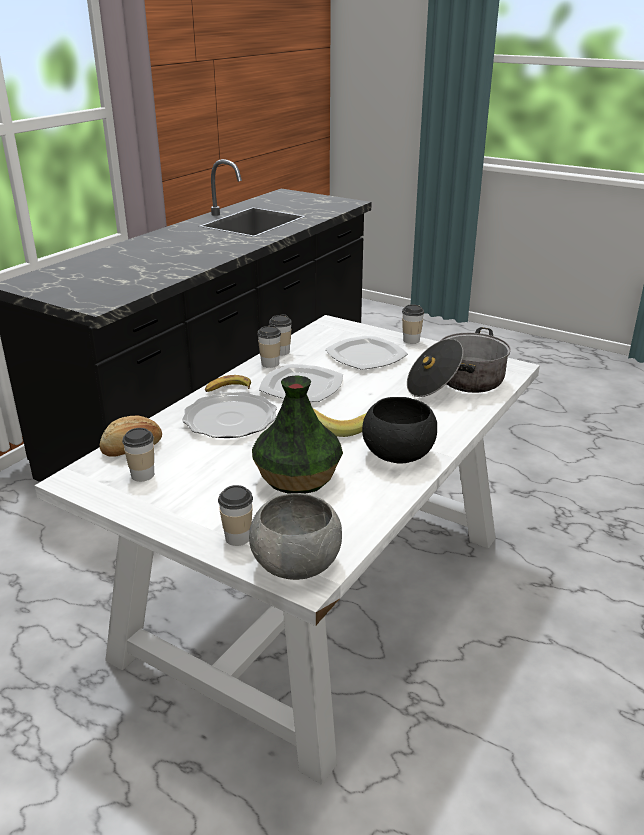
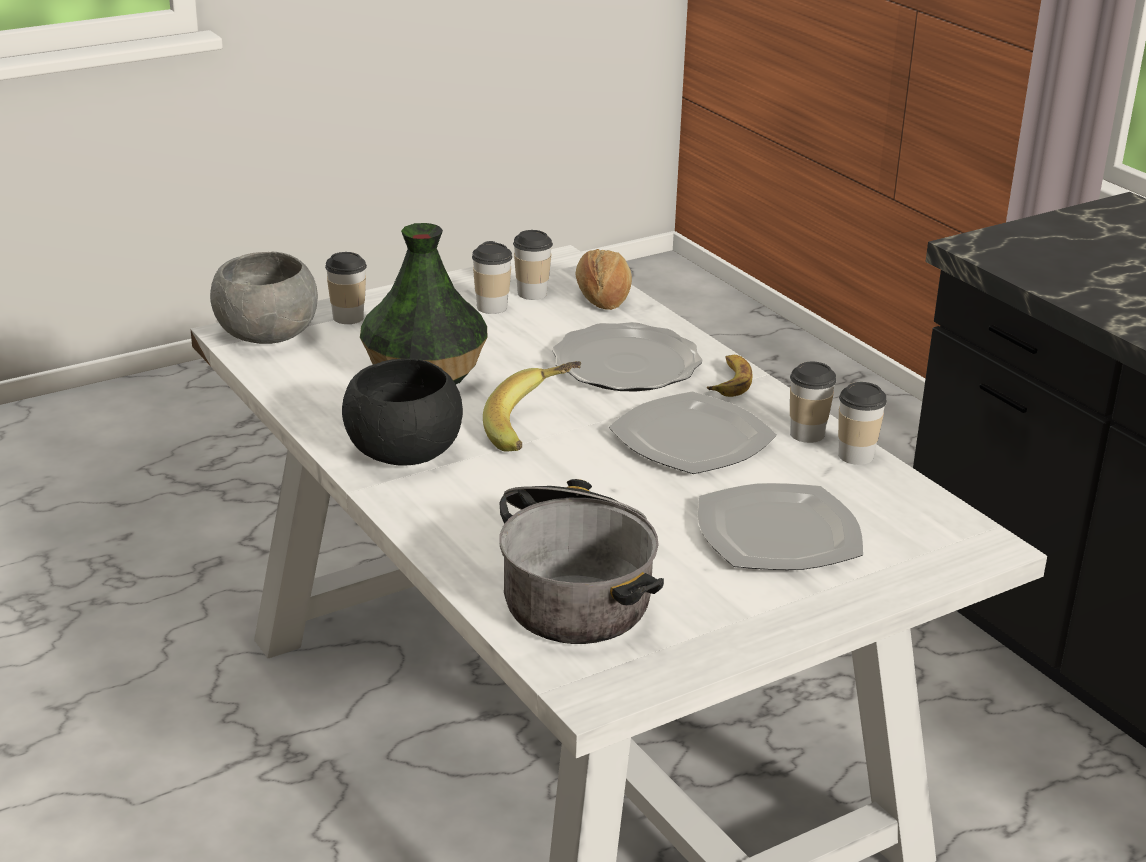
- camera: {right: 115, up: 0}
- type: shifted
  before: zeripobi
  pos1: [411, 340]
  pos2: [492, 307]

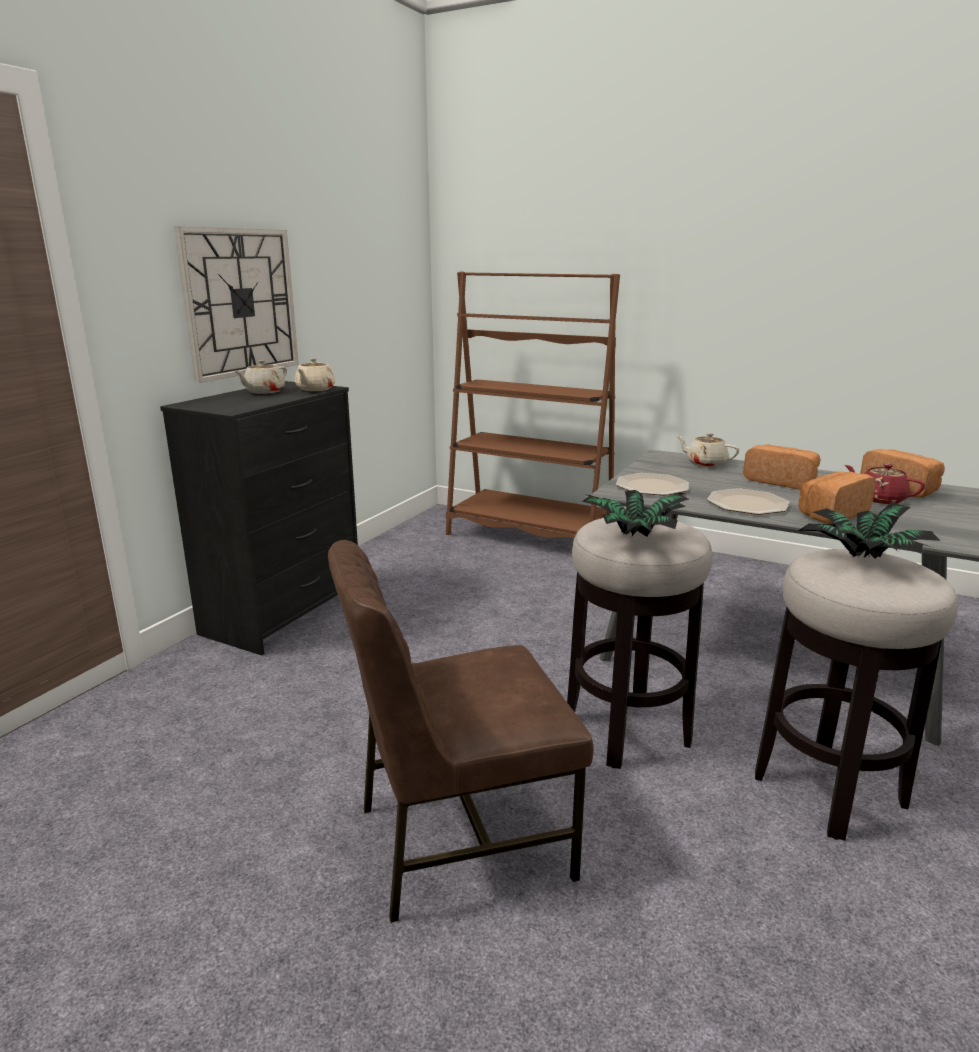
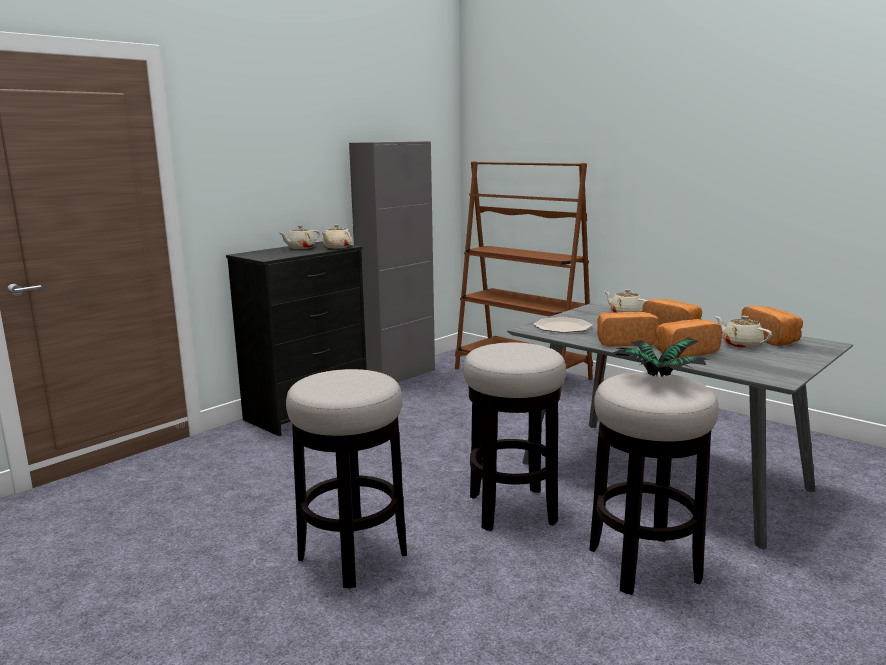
- camera: {right: 15, up: -5}
- type: gone
  before: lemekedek
  pos1: [240, 302]
- type: gone
  before: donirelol
  pos1: [633, 539]
- type: new
  after: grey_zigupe
  pos2: [398, 376]
- type: swapped
  before: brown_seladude
  after: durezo
  pos1: [459, 840]
  pos2: [352, 555]
- type: swapped
  before: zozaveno
  after: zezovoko
  pos1: [748, 504]
  pos2: [625, 342]
- type: repainted
  before: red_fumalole
  after: beige_fumalole
  pos1: [880, 499]
  pos2: [741, 345]

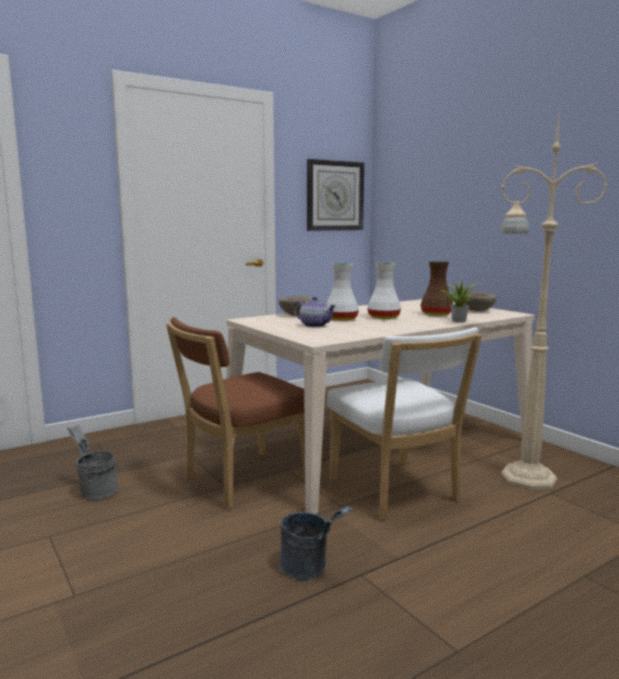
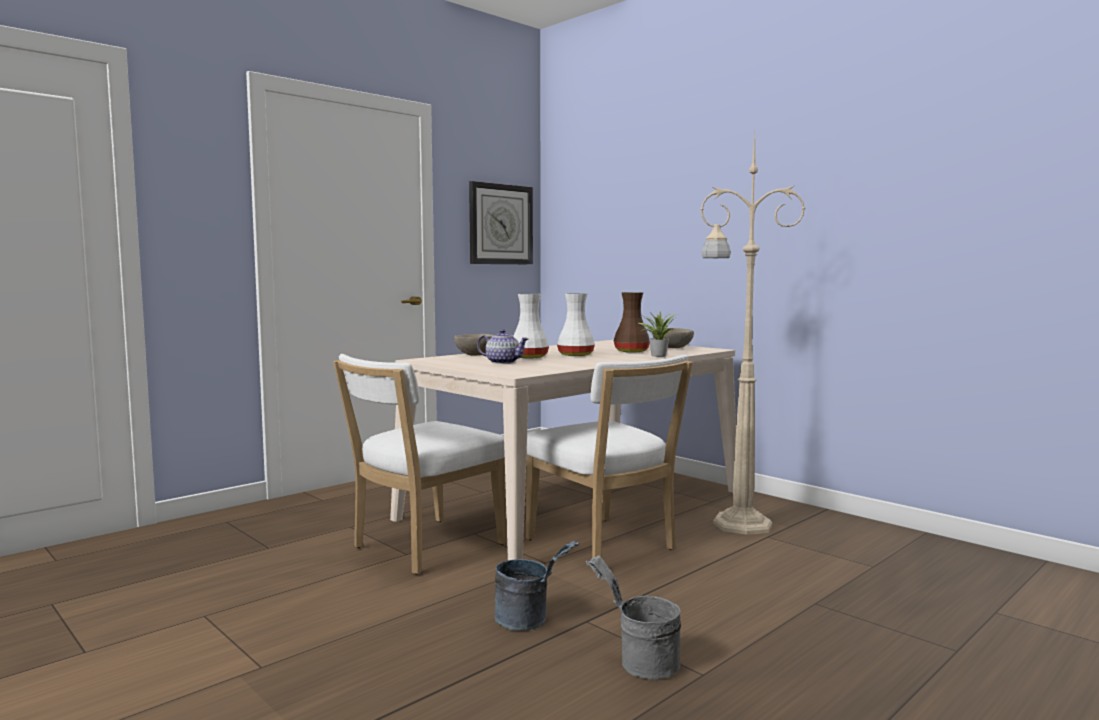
- camera: {right: -10, up: -5}
- type: shifted
  before: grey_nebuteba
  pos1: [95, 490]
  pos2: [639, 662]
- type: repainted
  before: brown_seladude
  after: white_seladude
  pos1: [241, 481]
  pos2: [423, 547]

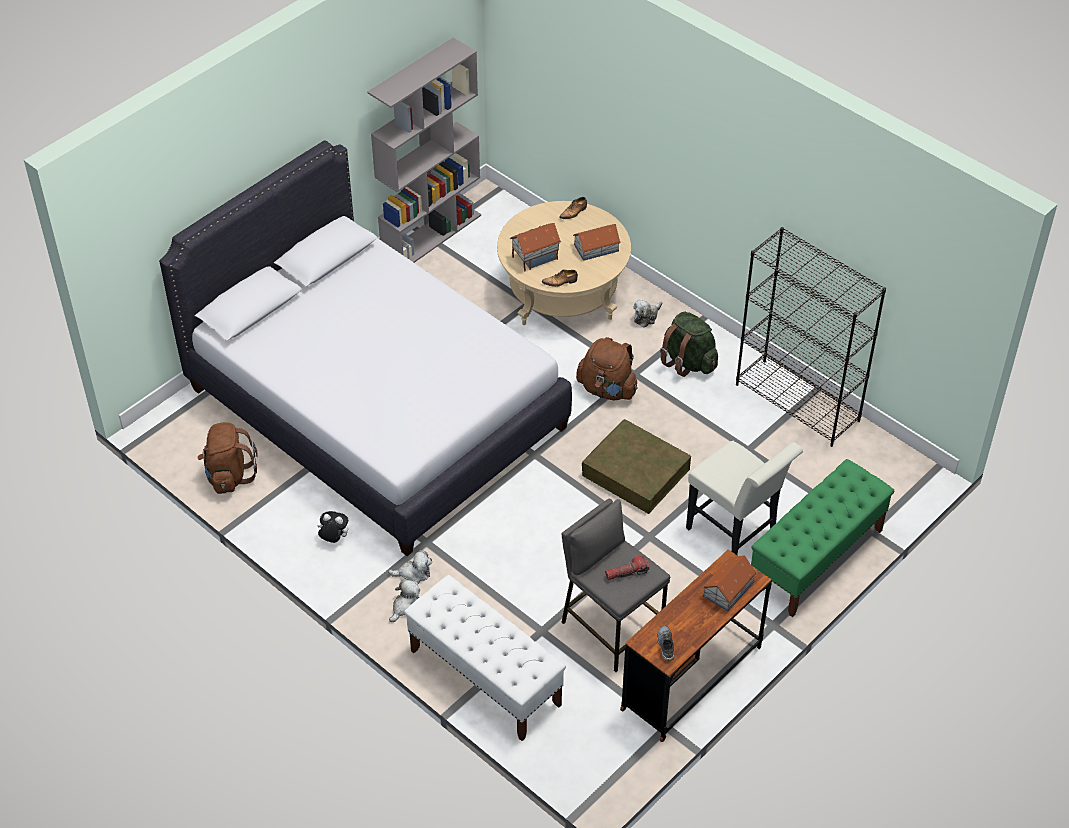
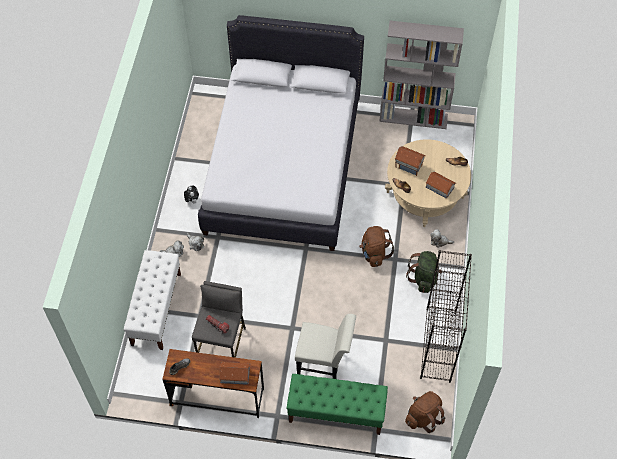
- camera: {right: 55, up: 10}
- type: gone
  before: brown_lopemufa
  pos1: [636, 472]
- type: shifted
  before: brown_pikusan
  pos1: [229, 475]
  pos2: [423, 417]
- type: rotated
  before: white_seladude
  pos1: [736, 533]
  pos2: [324, 365]
  turn: -90

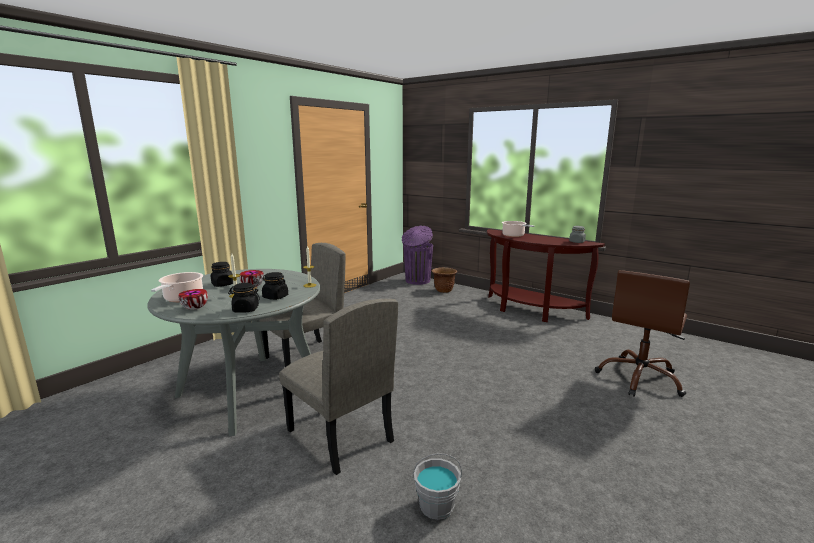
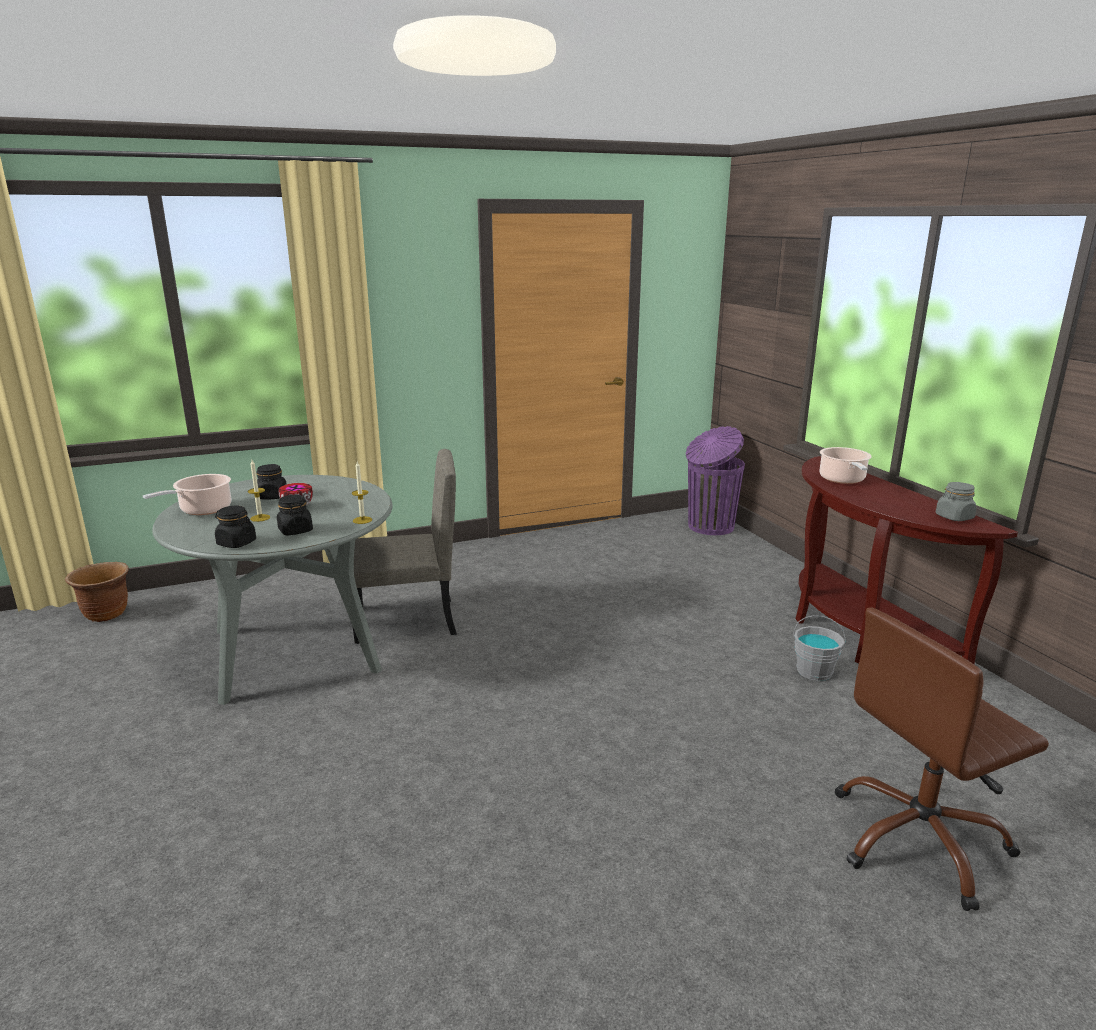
- camera: {right: 30, up: 5}
- type: gone
  before: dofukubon
  pos1: [195, 308]
- type: gone
  before: beige_seladude
  pos1: [339, 436]
- type: shifted
  before: grey_nebuteba
  pos1: [436, 505]
  pos2: [814, 671]
- type: shifted
  before: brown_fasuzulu
  pos1: [443, 290]
  pos2: [106, 614]

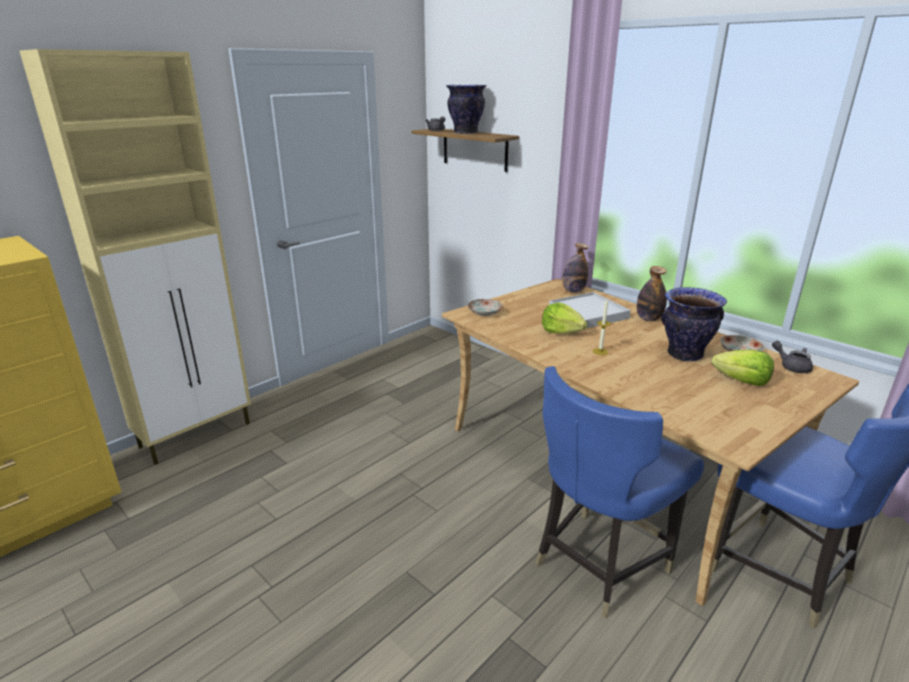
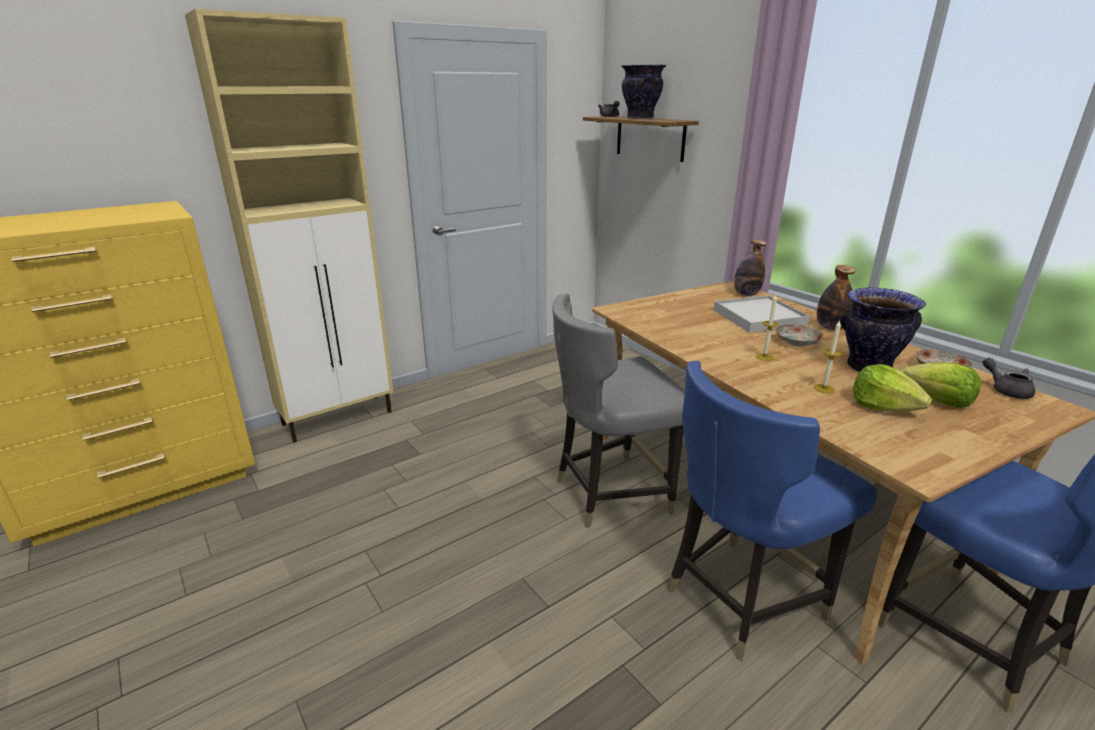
- camera: {right: 10, up: 0}
- type: new
  after: grey_seladude
  pos2: [611, 493]
- type: new
  after: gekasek
  pos2: [824, 389]
- type: shifted
  before: zozaveno
  pos1: [485, 313]
  pos2: [797, 342]
- type: shifted
  before: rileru
  pos1: [561, 331]
  pos2: [883, 406]

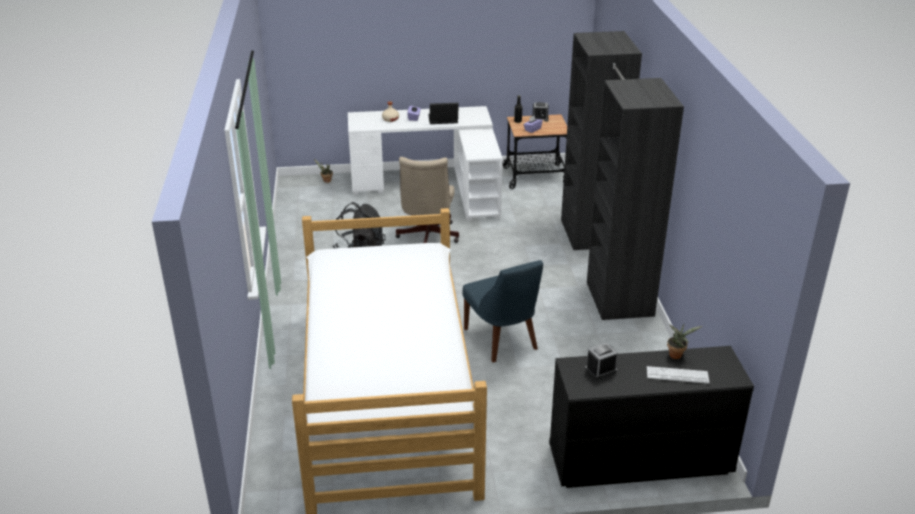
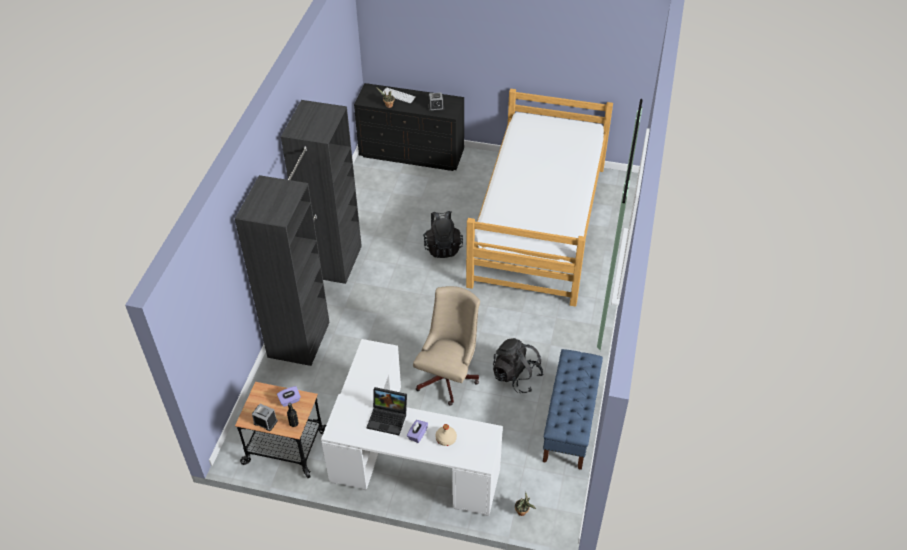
- camera: {right: -160, up: 15}
- type: new
  after: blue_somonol
  pos2: [570, 422]
- type: swapped
  before: blue_seladude
  after: black_pikusan
  pos1: [502, 341]
  pos2: [443, 247]

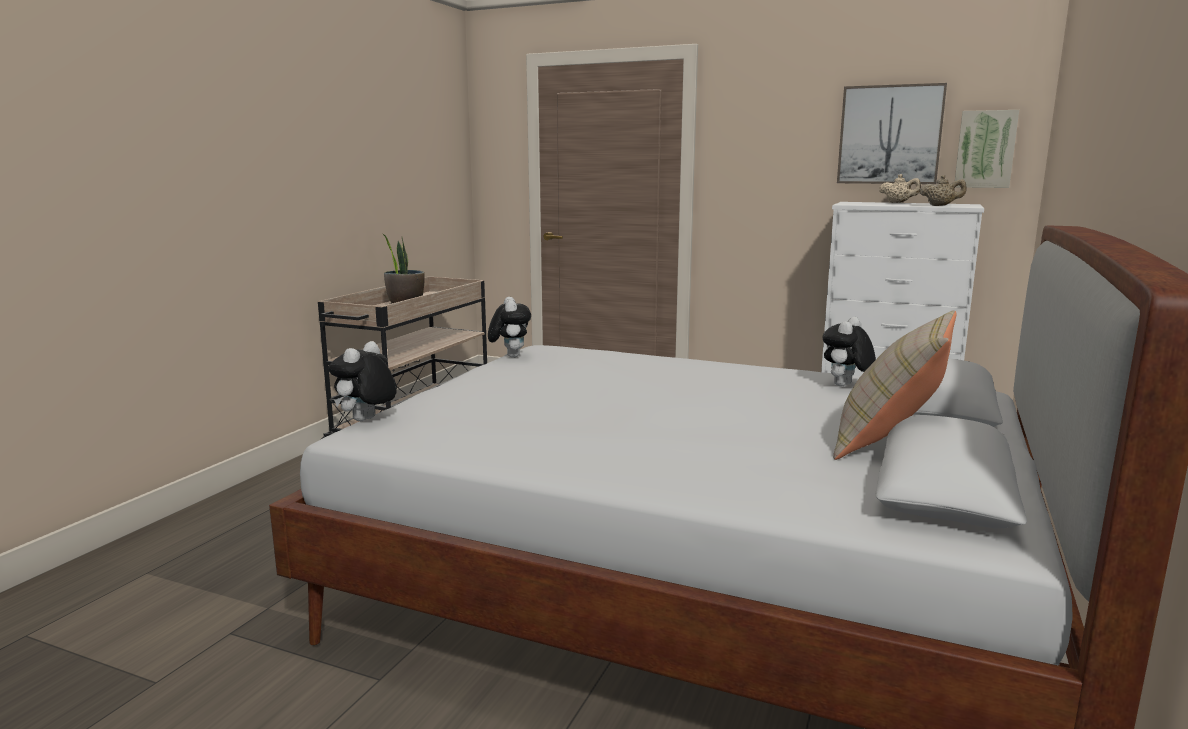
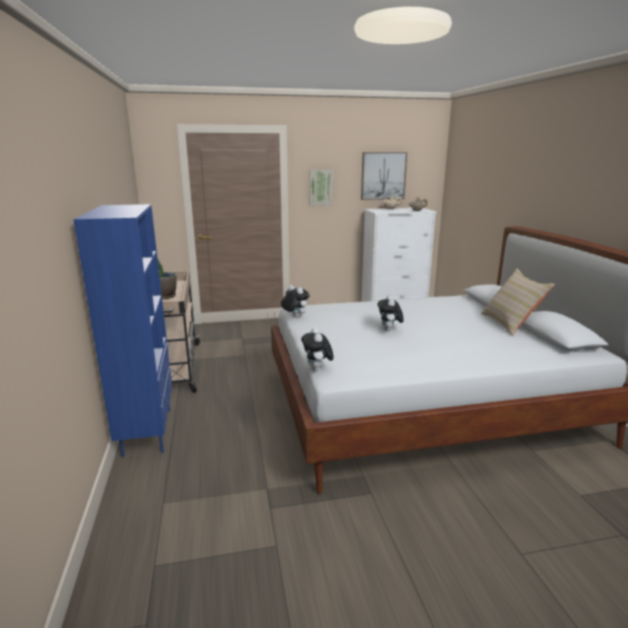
- camera: {right: -35, up: 5}
- type: new
  after: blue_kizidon
  pos2: [146, 431]
- type: shifted
  before: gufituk
  pos1: [845, 386]
  pos2: [389, 330]
- type: shifted
  before: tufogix
  pos1: [985, 149]
  pos2: [320, 187]

